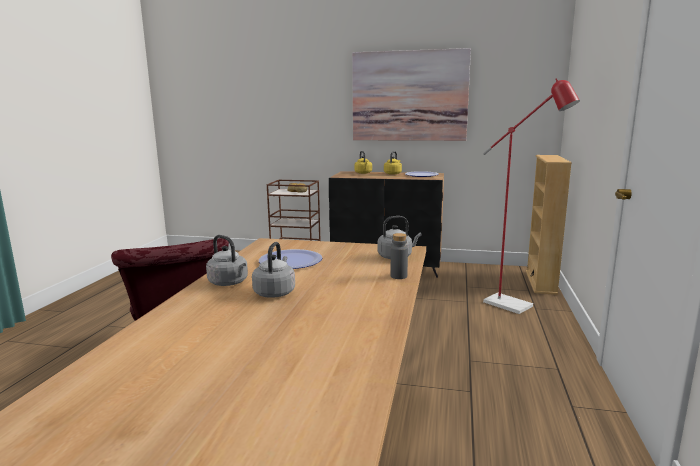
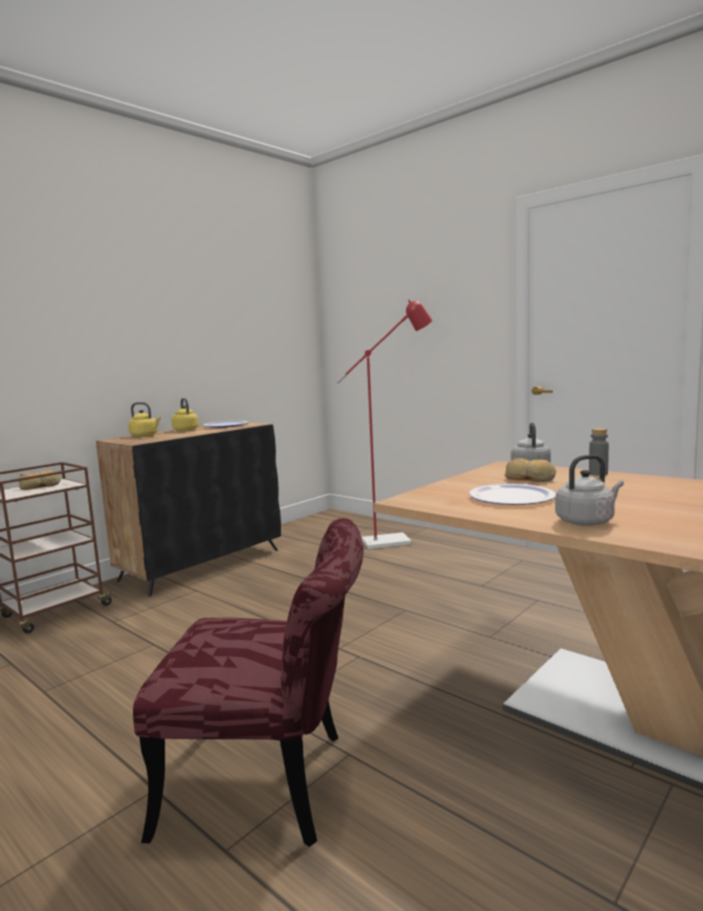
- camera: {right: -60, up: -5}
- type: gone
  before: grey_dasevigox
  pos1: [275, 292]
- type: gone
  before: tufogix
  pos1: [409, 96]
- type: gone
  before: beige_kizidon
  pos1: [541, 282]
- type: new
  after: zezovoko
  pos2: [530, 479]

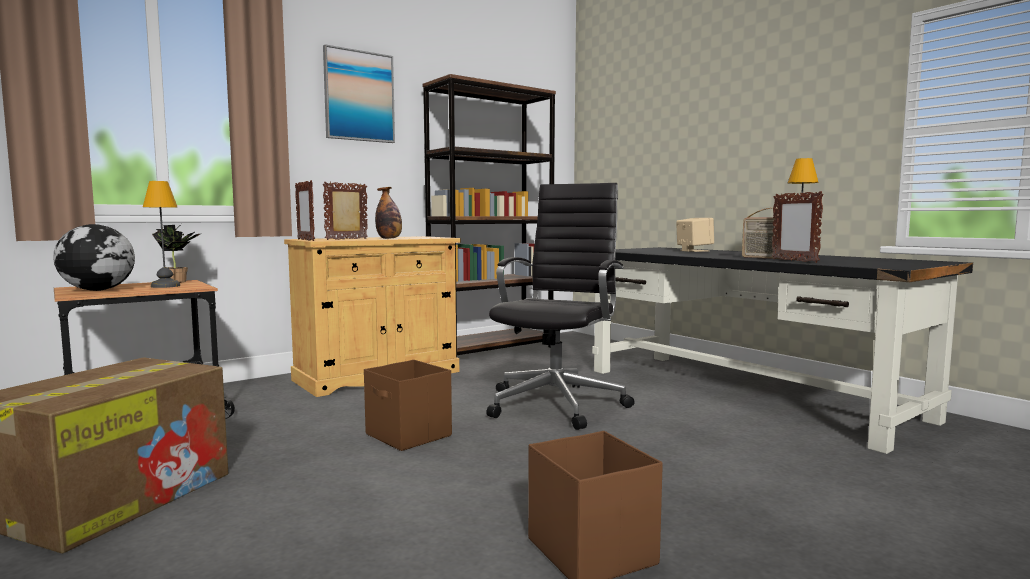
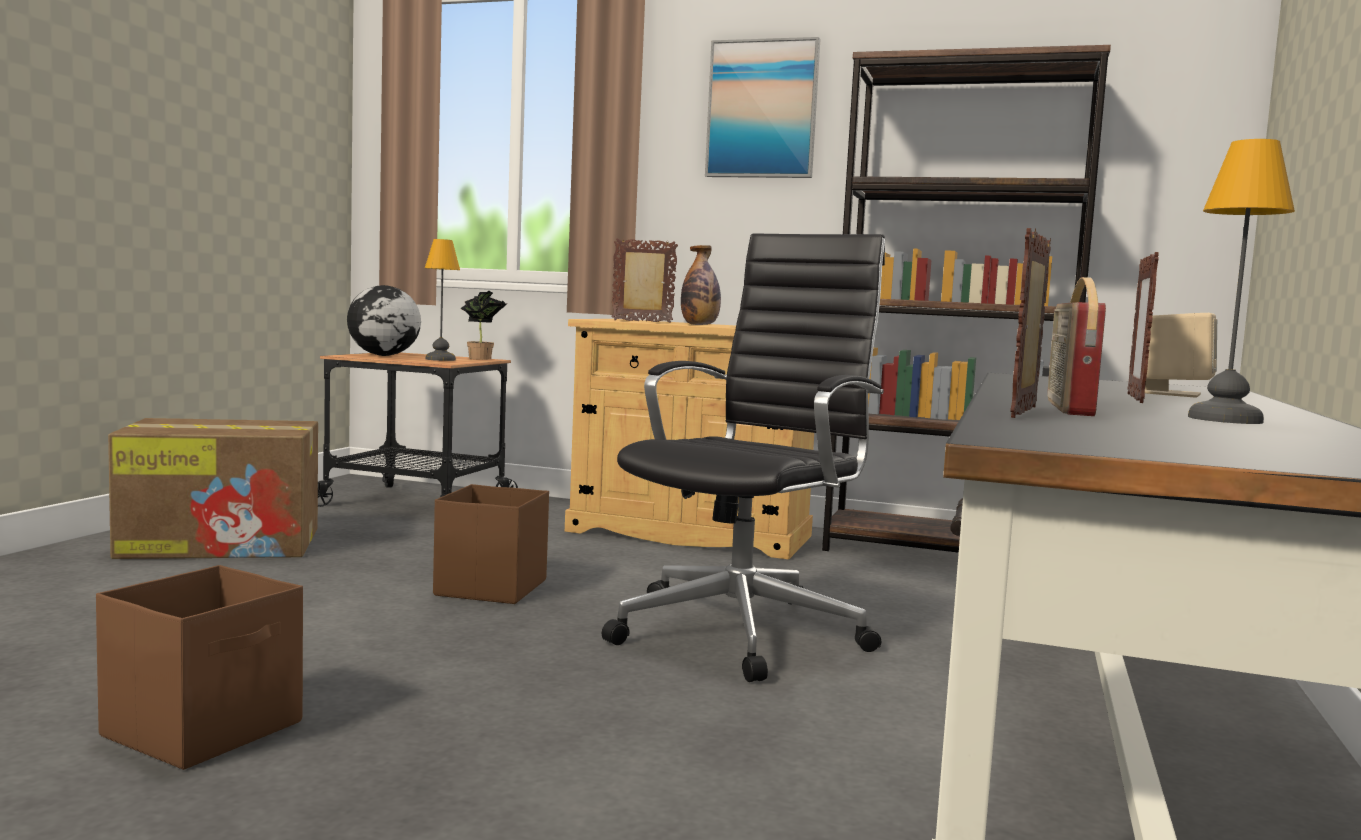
- camera: {right: 55, up: 0}
- type: shifted
  before: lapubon
  pos1: [306, 240]
  pos2: [1135, 398]
- type: rotated
  before: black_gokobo
  pos1: [558, 403]
  pos2: [744, 630]
  turn: -45

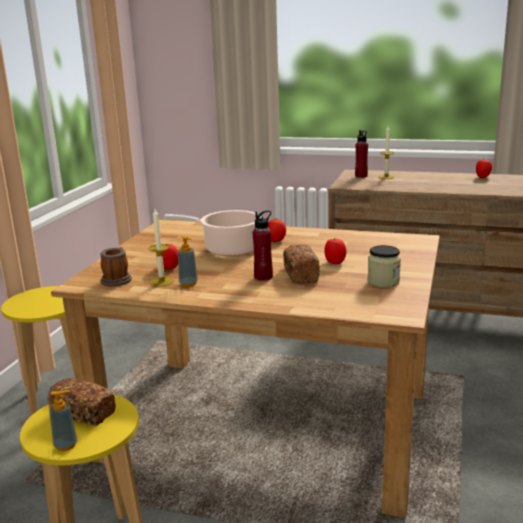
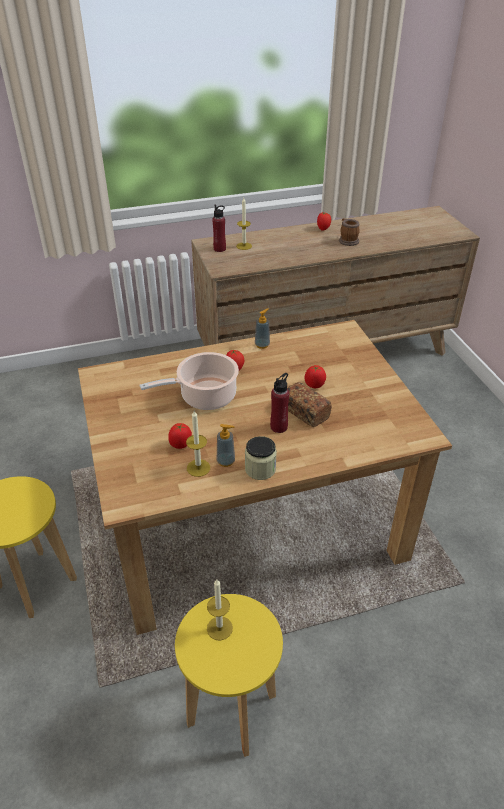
- camera: {right: -35, up: 20}
- type: shifted
  before: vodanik
  pos1: [66, 445]
  pos2: [262, 345]
- type: shifted
  before: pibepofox
  pos1: [117, 279]
  pos2: [347, 240]
- type: shifted
  before: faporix
  pos1: [383, 281]
  pos2: [260, 469]
- type: swapped
  before: zezovoko
  after: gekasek
  pos1: [83, 413]
  pos2: [219, 628]

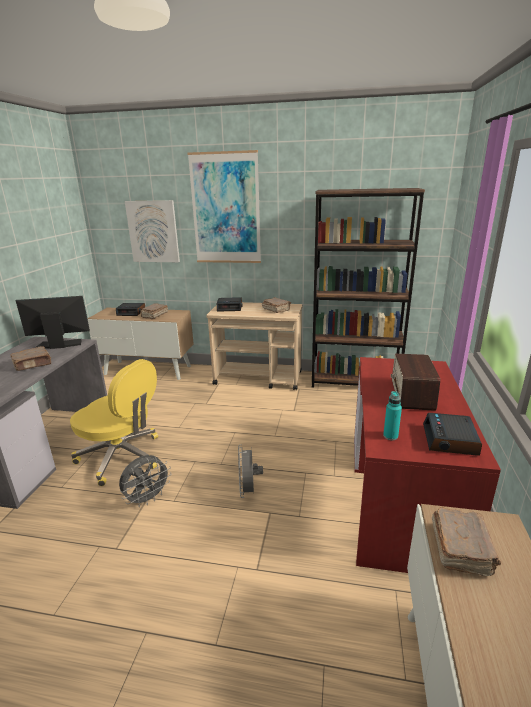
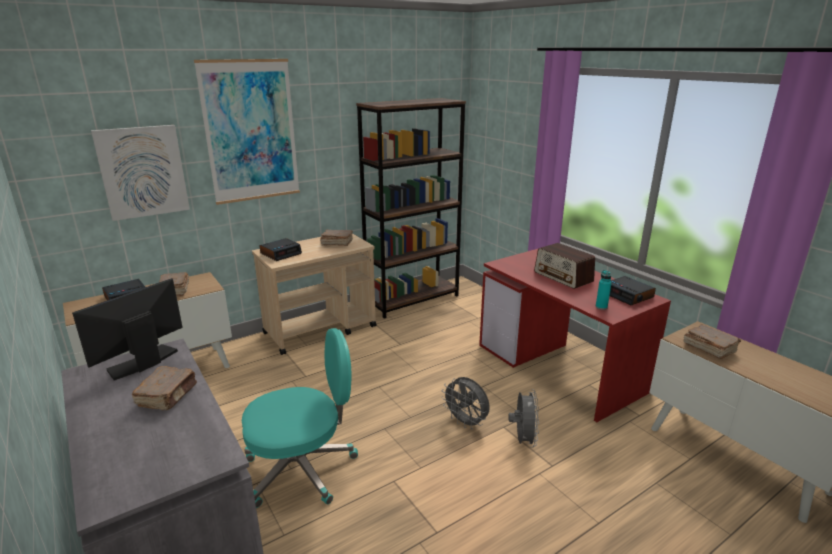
- camera: {right: -45, up: 0}
- type: shifted
  before: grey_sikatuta
  pos1: [147, 499]
  pos2: [522, 440]
- type: repainted
  before: yellow_gokobo
  after: turquoise_gokobo
  pos1: [122, 457]
  pos2: [302, 468]

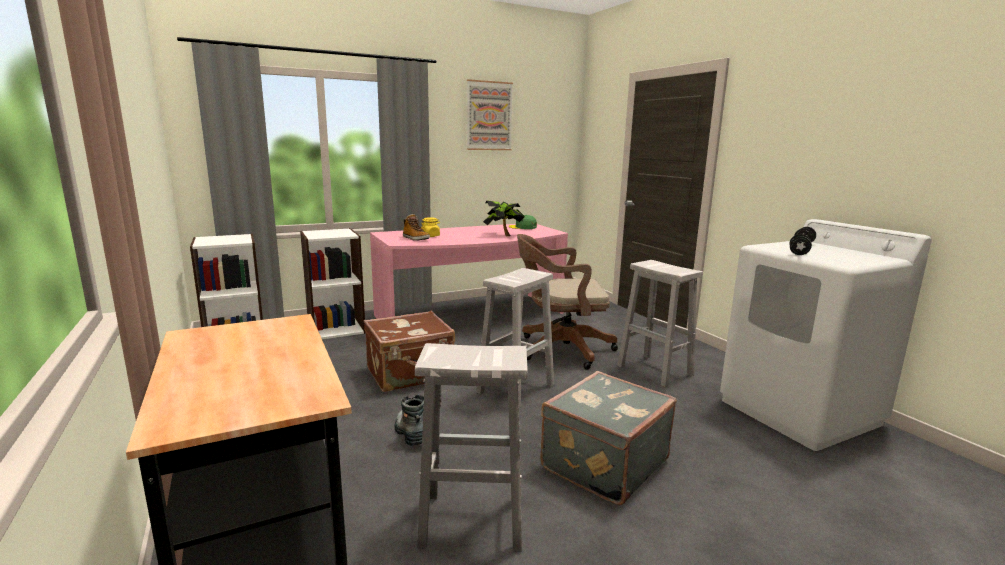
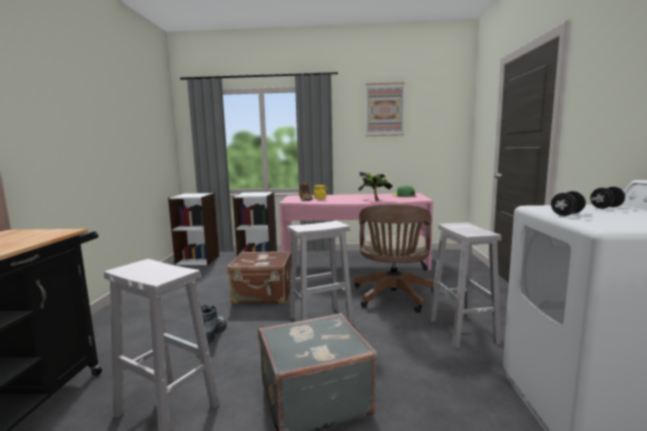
- camera: {right: 30, up: -5}
- type: rotated
  before: brown_gokobo
  pos1: [560, 349]
  pos2: [393, 297]
  turn: -105

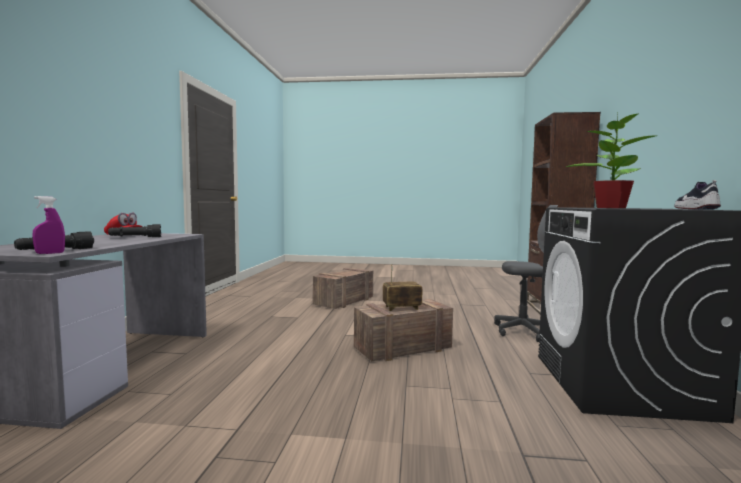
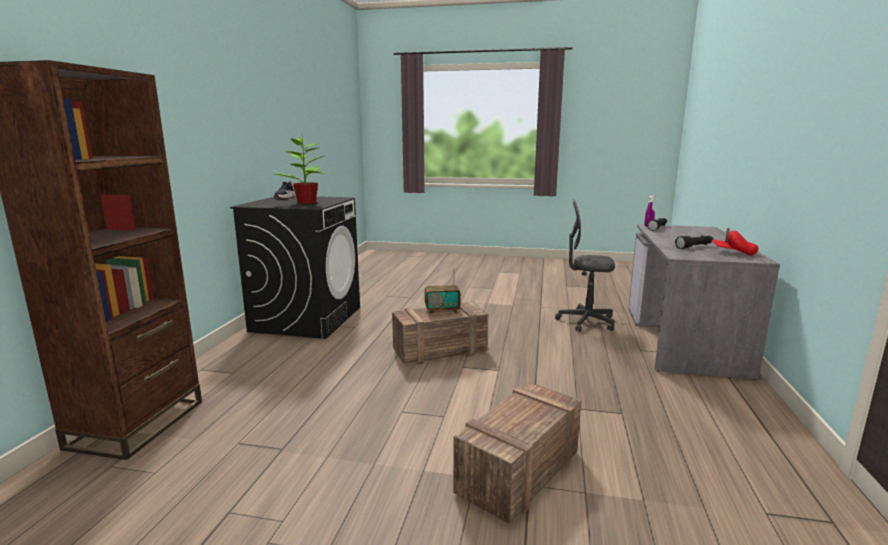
- camera: {right: -175, up: 10}
- type: shifted
  before: grey_gokobo
  pos1: [523, 331]
  pos2: [586, 322]

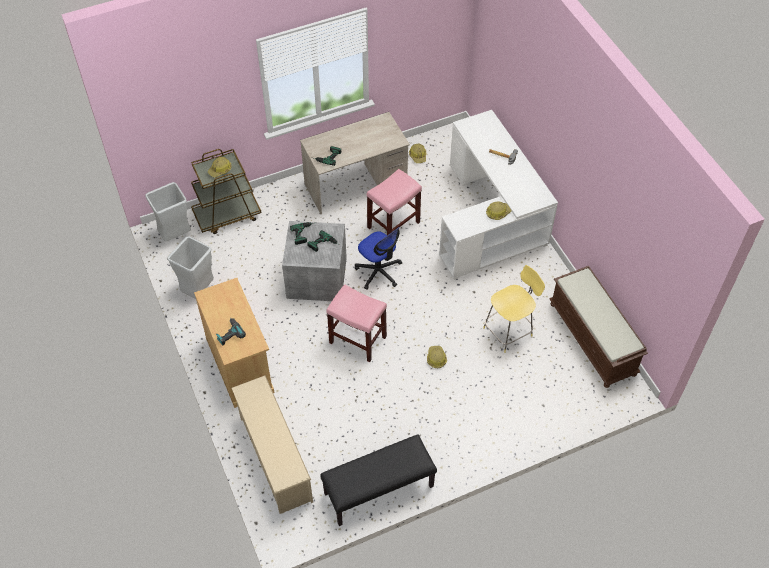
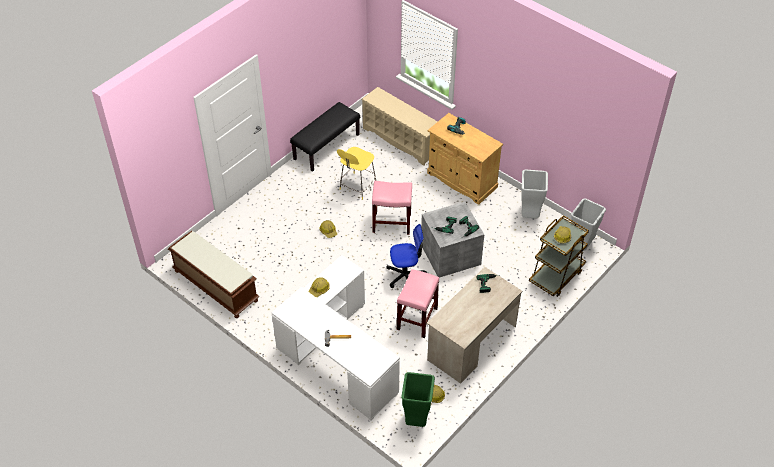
- camera: {right: 155, up: -5}
- type: new
  after: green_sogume
  pos2: [416, 418]
- type: shifted
  before: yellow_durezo
  pos1: [509, 331]
  pos2: [357, 187]
- type: rotated
  before: gokobo
  pos1: [379, 272]
  pos2: [406, 276]
  turn: 150

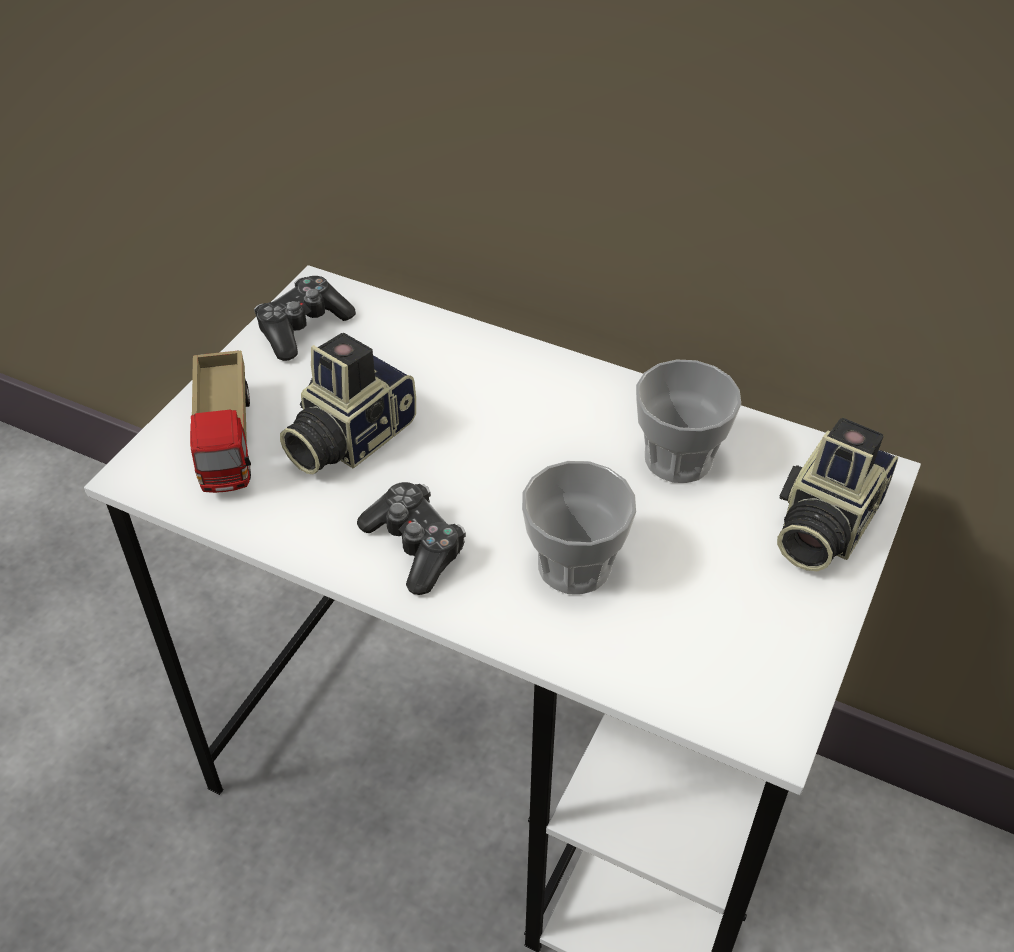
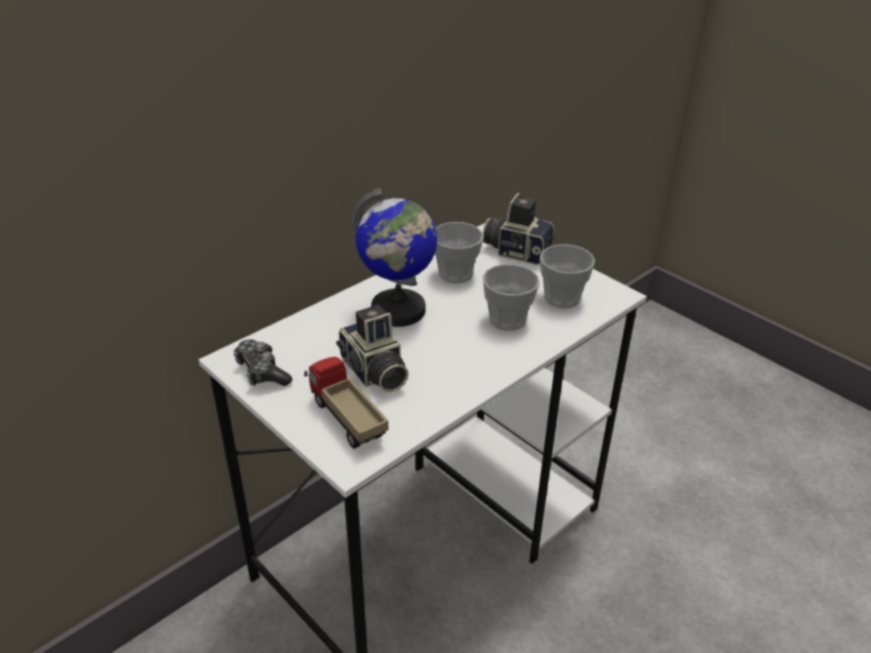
- camera: {right: -70, up: -10}
- type: gone
  before: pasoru
  pos1: [415, 546]
- type: new
  after: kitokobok
  pos2: [398, 311]
- type: new
  after: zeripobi
  pos2: [562, 298]
- type: rotated
  before: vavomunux
  pos1: [228, 442]
  pos2: [346, 419]
  turn: -135
- type: rotated
  before: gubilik
  pos1: [821, 525]
  pos2: [516, 250]
  turn: 150

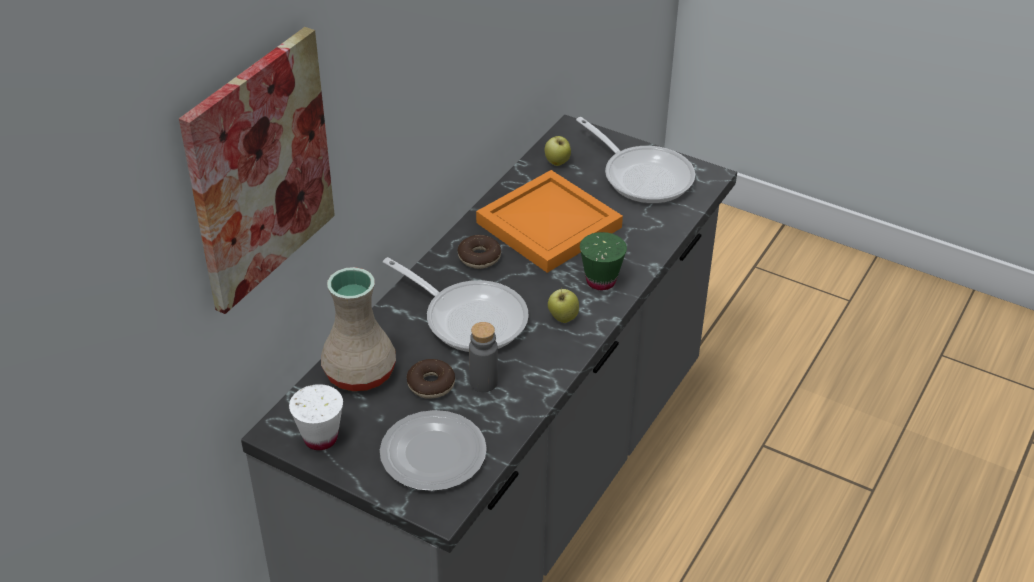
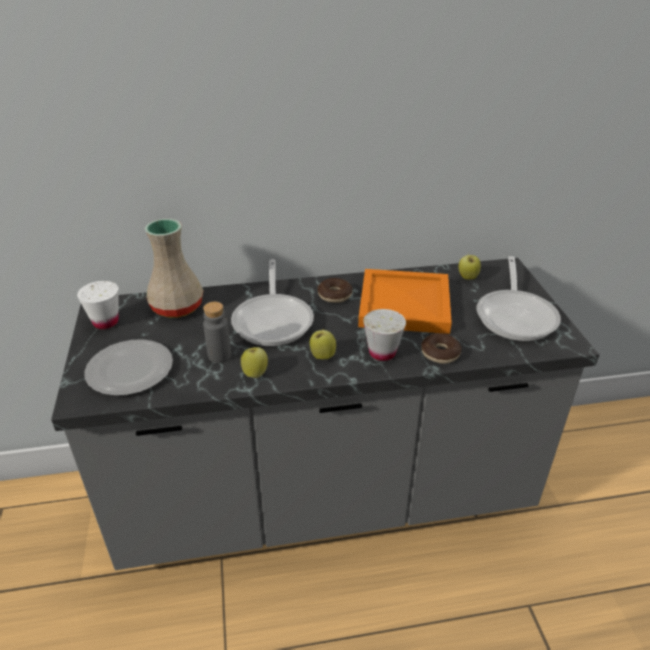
- camera: {right: 50, up: -5}
- type: gone
  before: tufogix
  pos1: [259, 170]
- type: new
  after: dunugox
  pos2: [255, 373]
- type: shifted
  before: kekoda
  pos1: [431, 384]
  pos2: [440, 353]
- type: repainted
  before: green_zeripobi
  after: white_zeripobi
  pos1: [601, 281]
  pos2: [382, 353]

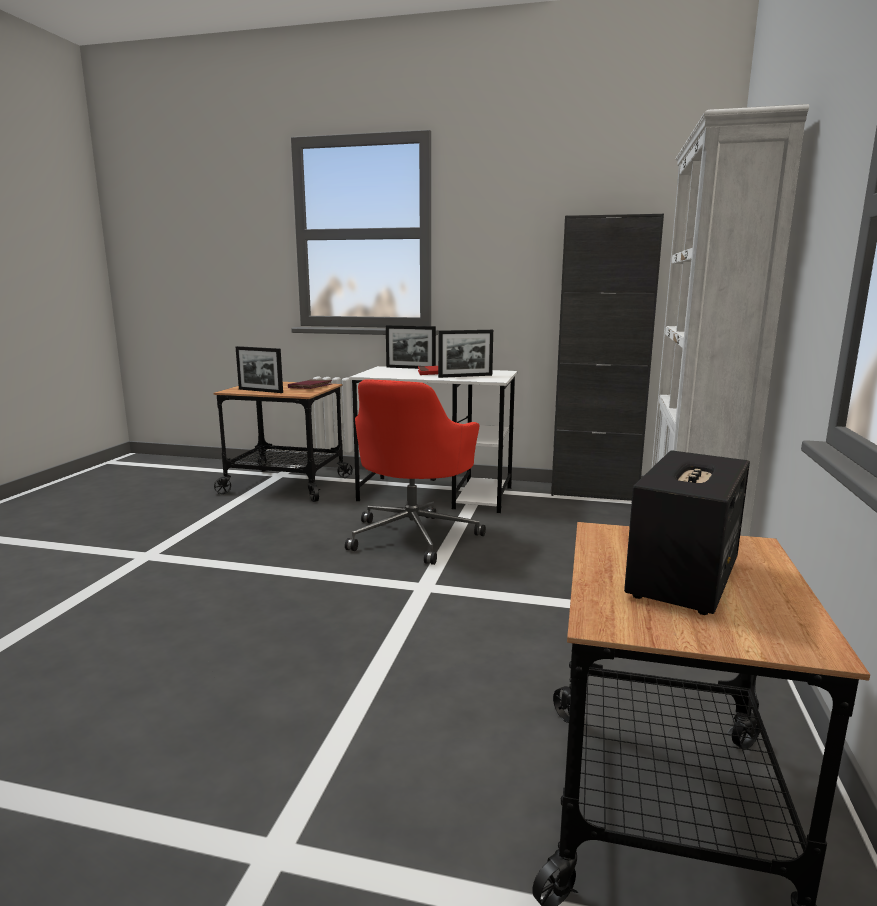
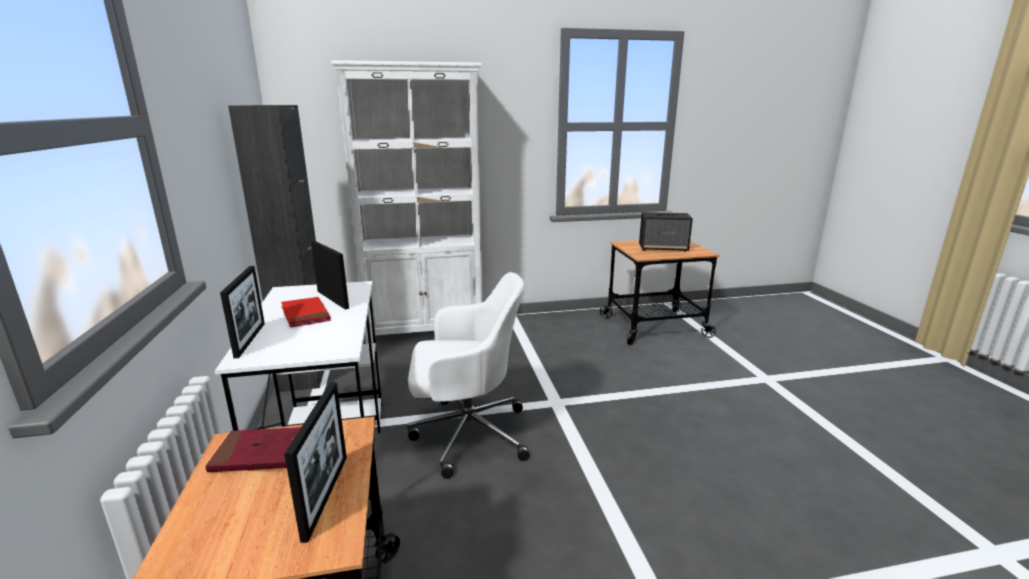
- camera: {right: -115, up: 5}
- type: repainted
  before: red_gokobo
  after: white_gokobo
  pos1: [414, 536]
  pos2: [467, 433]

